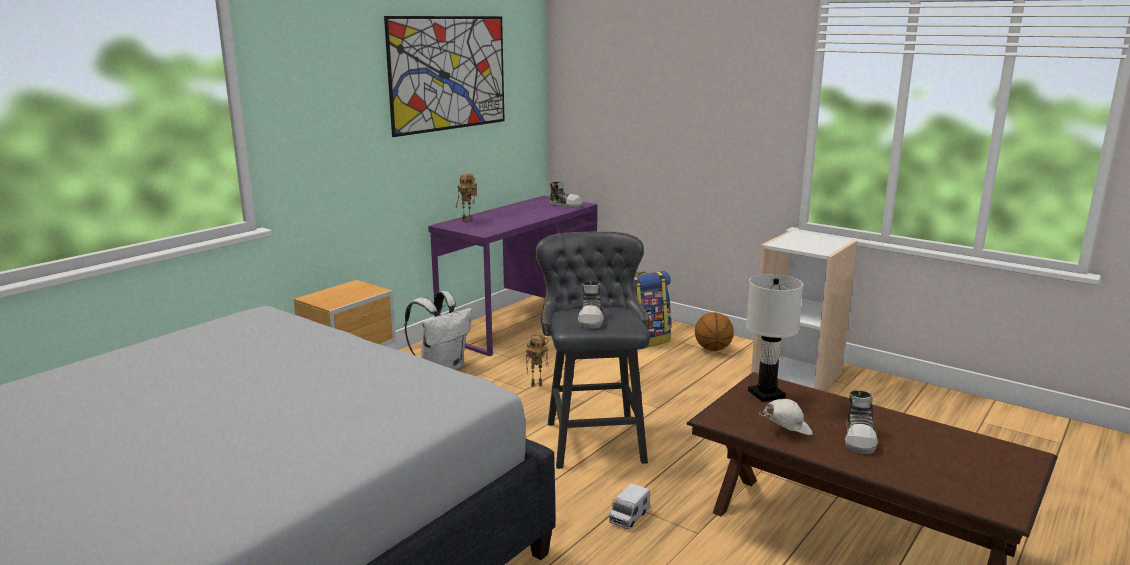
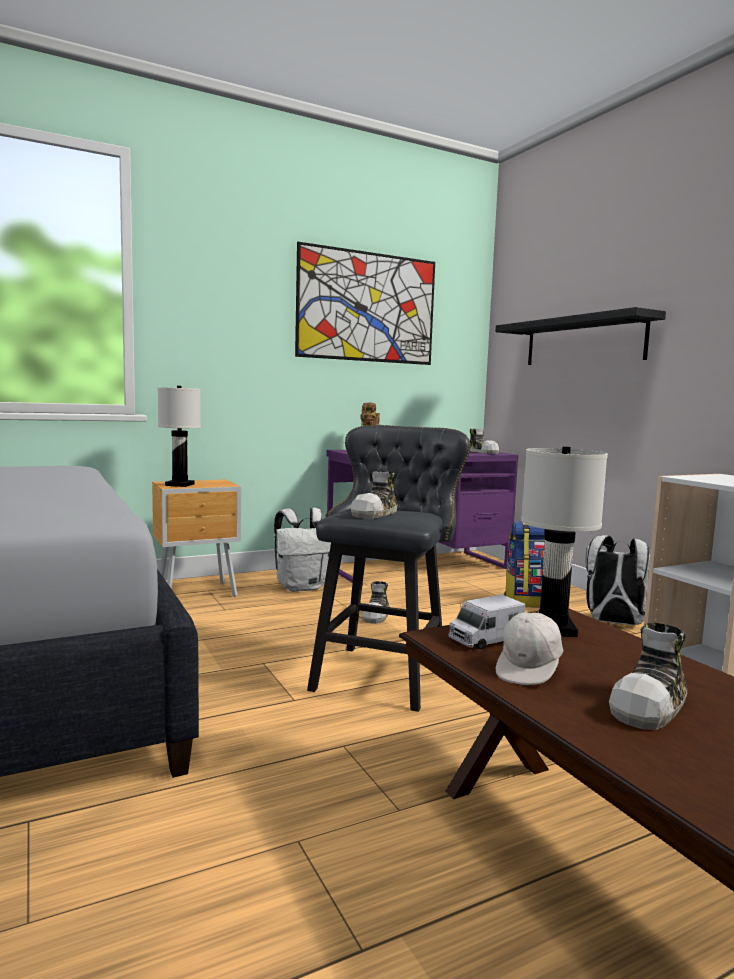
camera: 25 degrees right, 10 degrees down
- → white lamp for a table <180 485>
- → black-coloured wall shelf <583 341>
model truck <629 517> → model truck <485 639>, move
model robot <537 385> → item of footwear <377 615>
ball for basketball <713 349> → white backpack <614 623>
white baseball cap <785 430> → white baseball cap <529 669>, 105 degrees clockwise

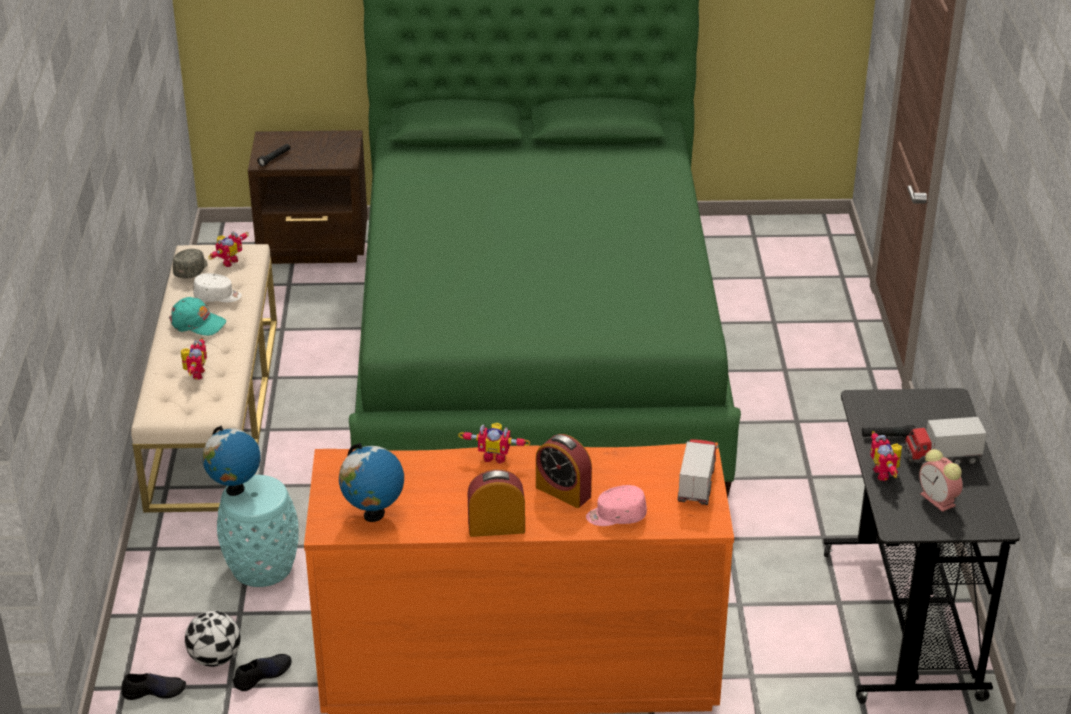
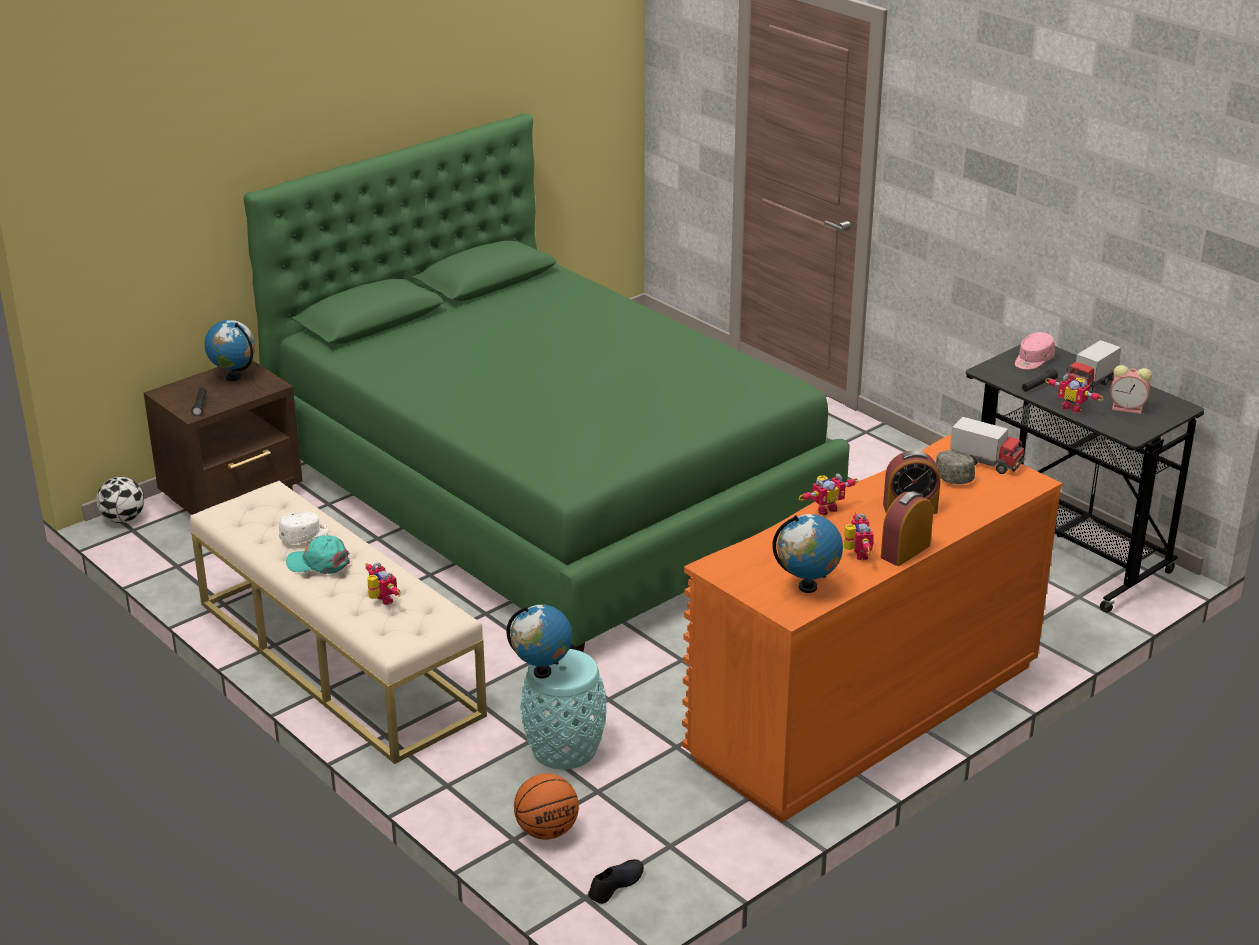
camera: 40 degrees left, 5 degrees down
black-coloured item of footwear <262 675> → -
- → world globe <234 377>
- → ball for basketball <546 831>
greyish baseball cap <192 270> → greyish baseball cap <950 475>, move
ball for football <215 658> → ball for football <123 519>, move
model robot <228 261> → model robot <856 554>, move
pink-coloured baseball cap <616 516> → pink-coloured baseball cap <1033 360>, move
blue-green baseball cap <197 323> → blue-green baseball cap <319 563>, 150 degrees counterclockwise
model truck <696 484> → model truck <986 463>, 150 degrees clockwise

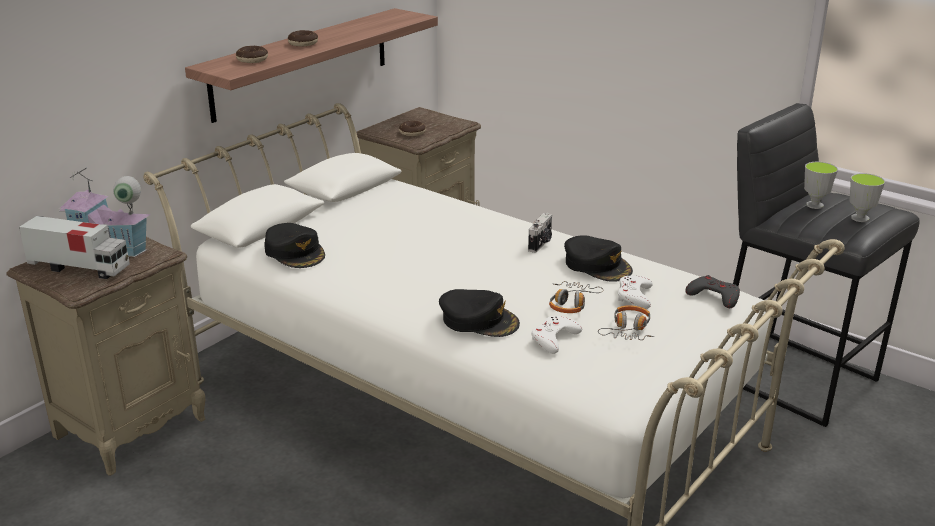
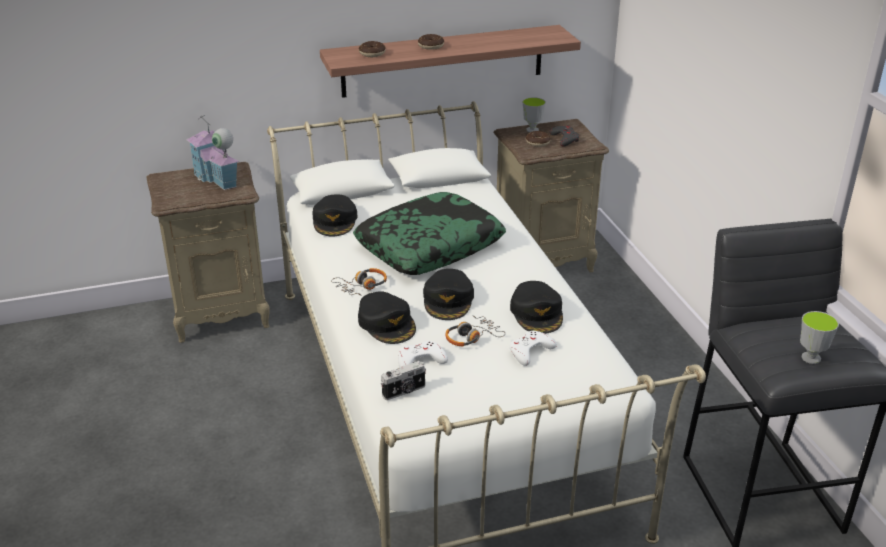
camera: 35 degrees right, 5 degrees up
model truck <80 268> → -
- → pillow <429 246>
- → black-coloured baseball cap <448 300>
photo camera <541 244> → photo camera <404 392>, move
pair of headphones <628 330> → pair of headphones <362 286>, move
greyish game controller <714 296> → greyish game controller <564 139>, move
small cup <814 205> → small cup <532 130>, move

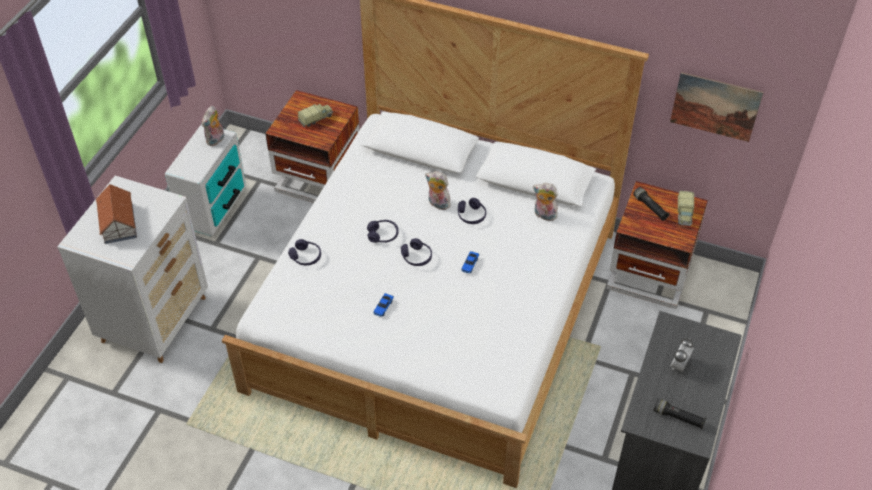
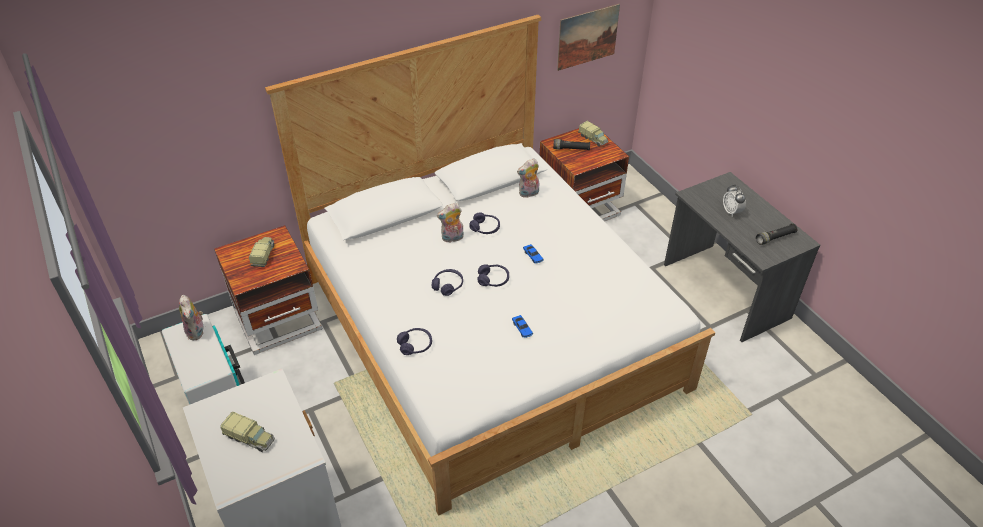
camera: 50 degrees left, 5 degrees down
toy house <119 222> → model truck <250 438>

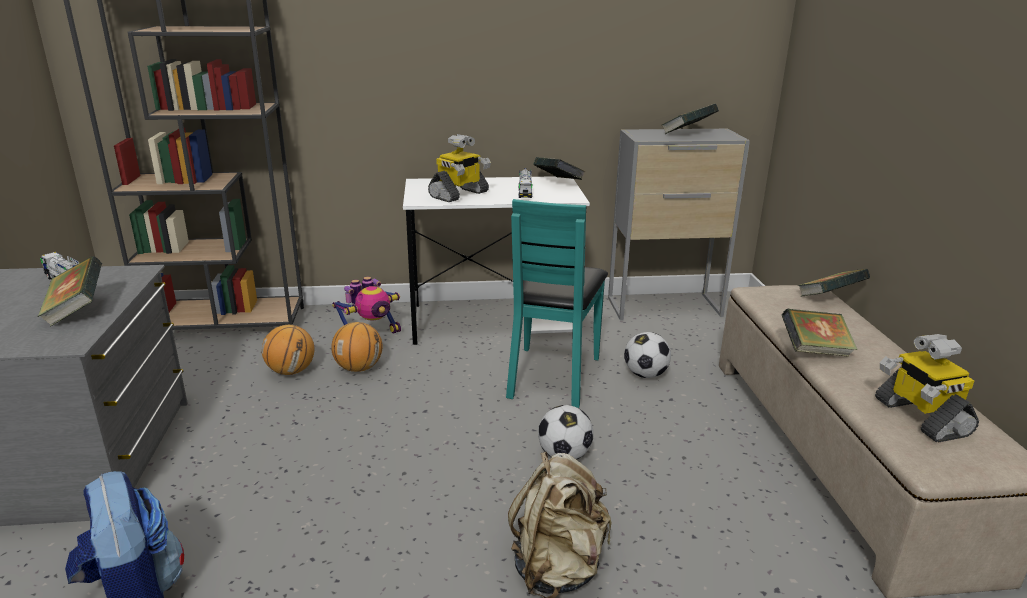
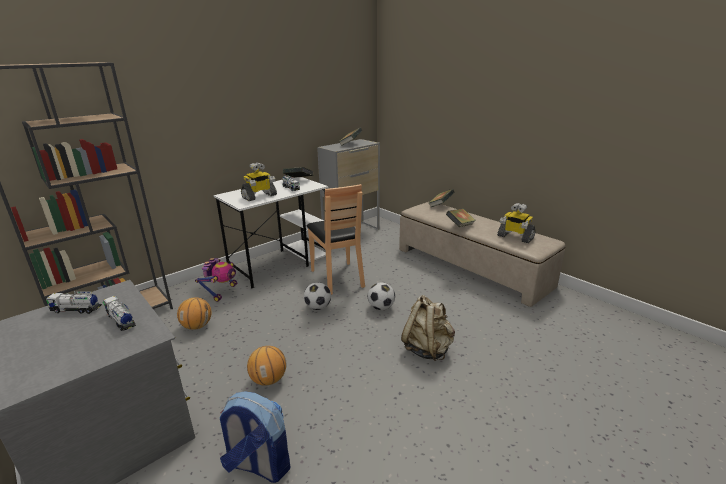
camera: 35 degrees left, 0 degrees up
ball for basketball <359 368> → ball for basketball <269 379>, move
ball for football <645 374> → ball for football <318 307>, move
volume <77 311> → model truck <121 320>
blue-green upright chair <552 376> → brown upright chair <338 278>
model robot <459 195> → model robot <259 196>, 45 degrees clockwise

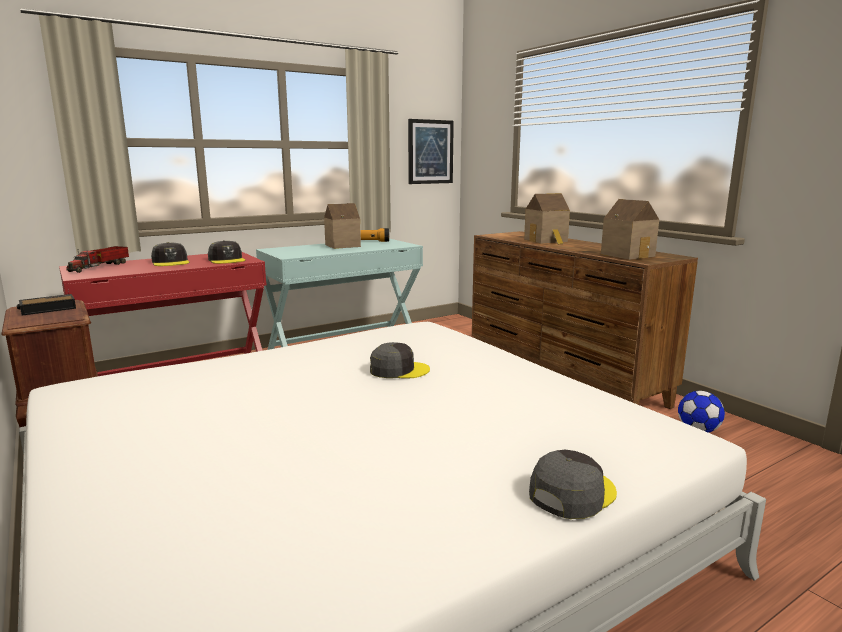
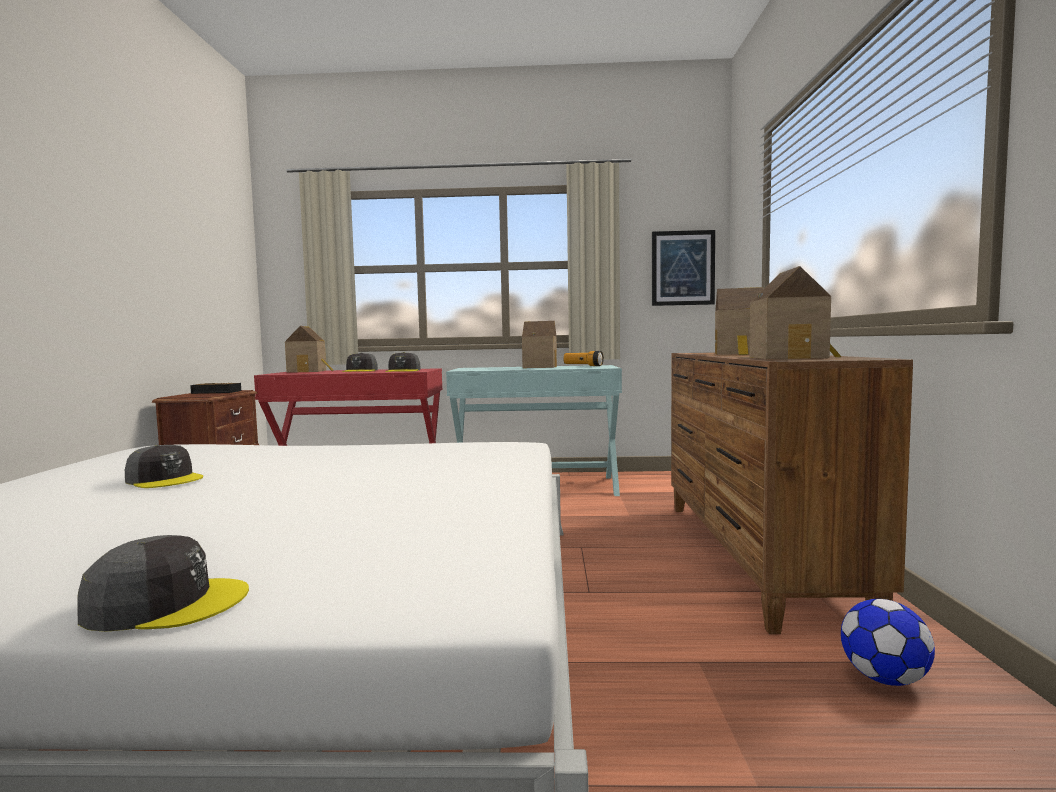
camera: 35 degrees right, 10 degrees down
greyish baseball cap <398 370> → greyish baseball cap <165 479>, move
model truck <100 266> → toy house <309 371>

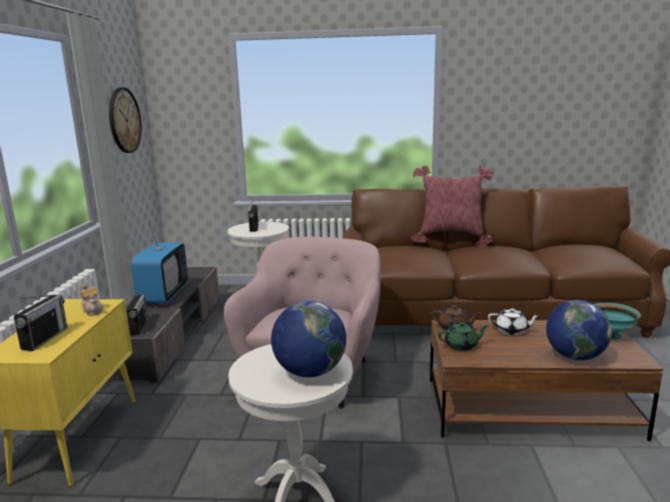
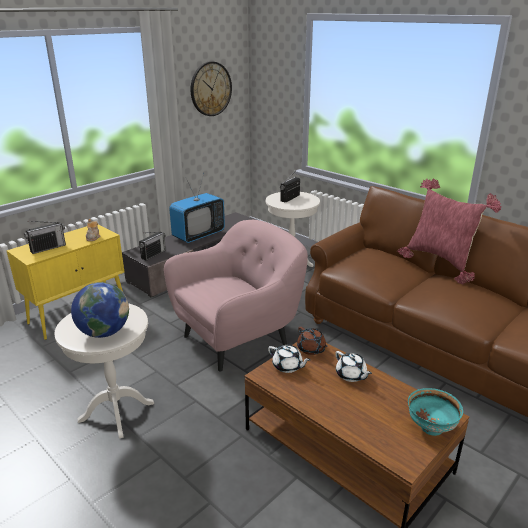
camera: 40 degrees right, 10 degrees up
world globe <574 356> → -
green-coloured pot for tea <462 345> → white pot for tea <288 366>

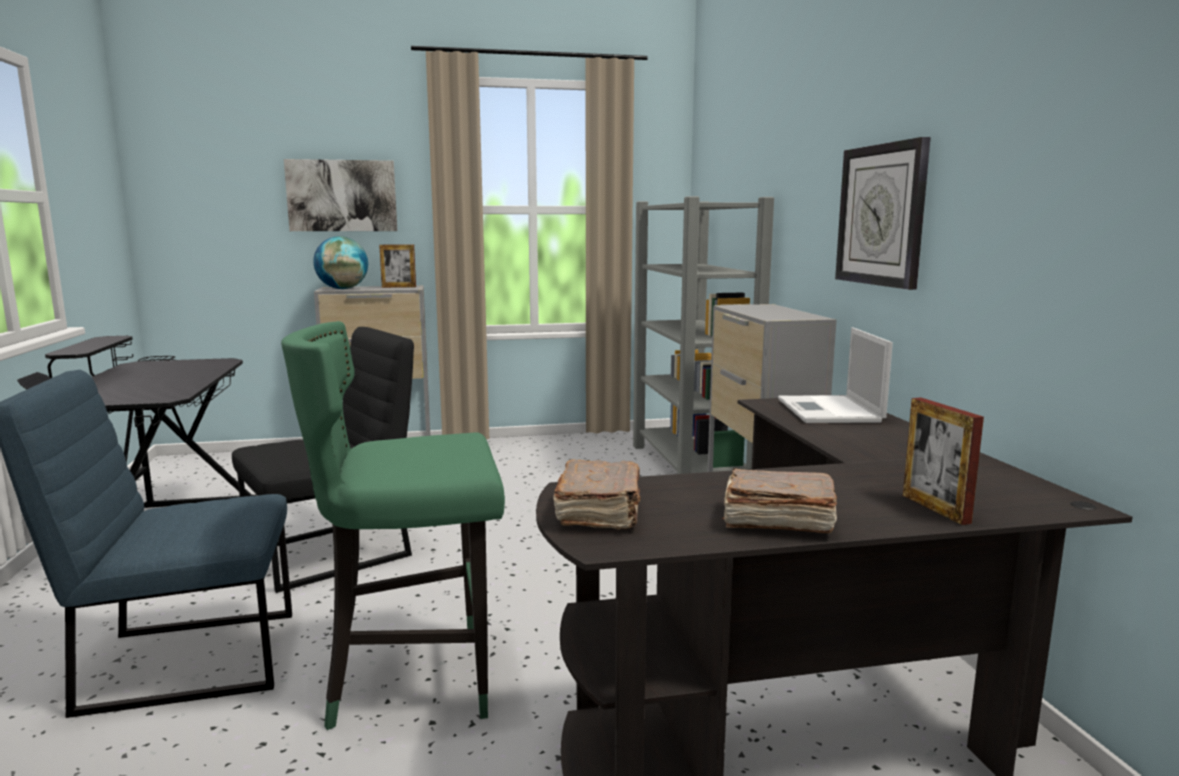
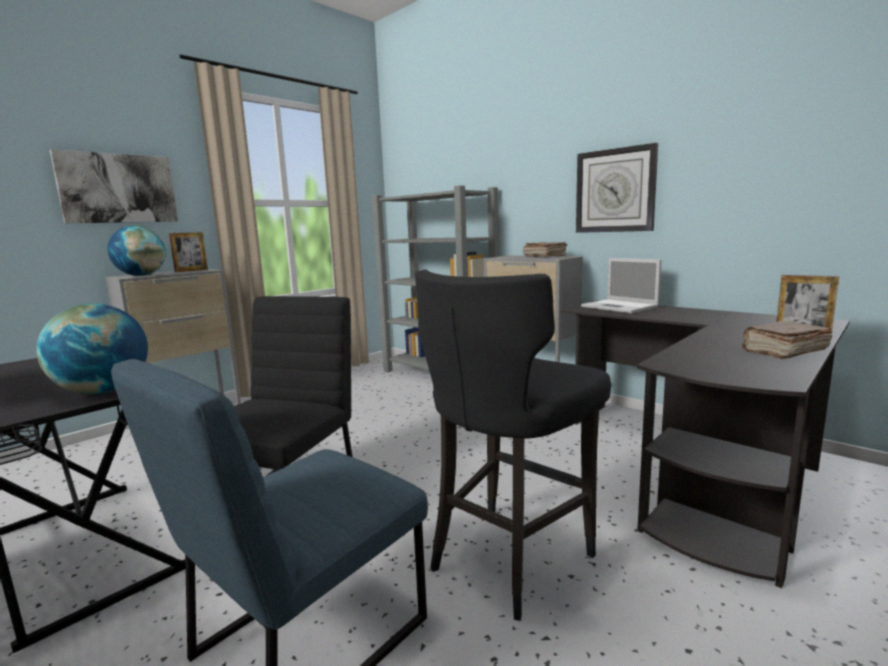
camera: 35 degrees left, 0 degrees up
- → world globe <103 391>
brown volume <600 513> → brown volume <544 257>, move
green-coloured stool seat <413 679> → black-coloured stool seat <509 556>

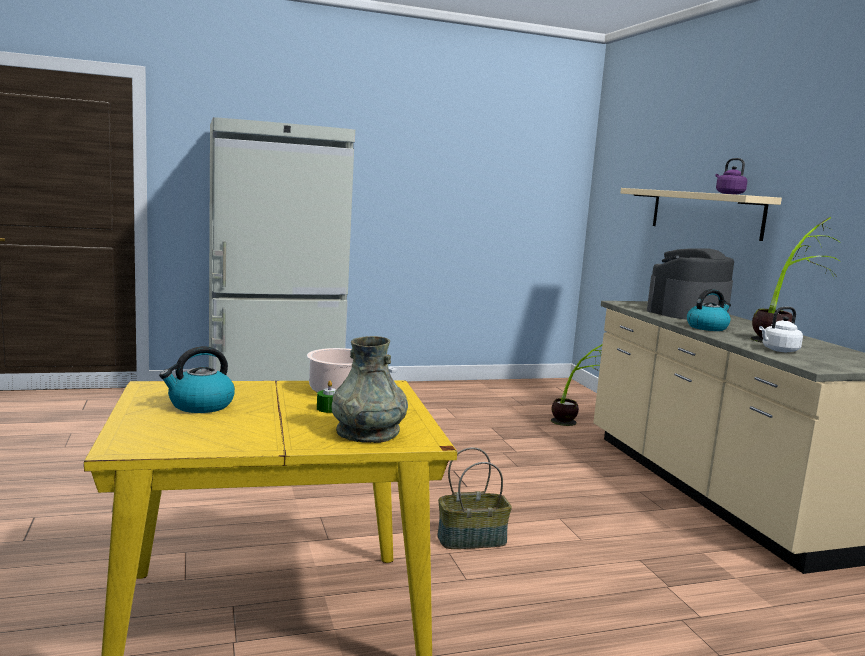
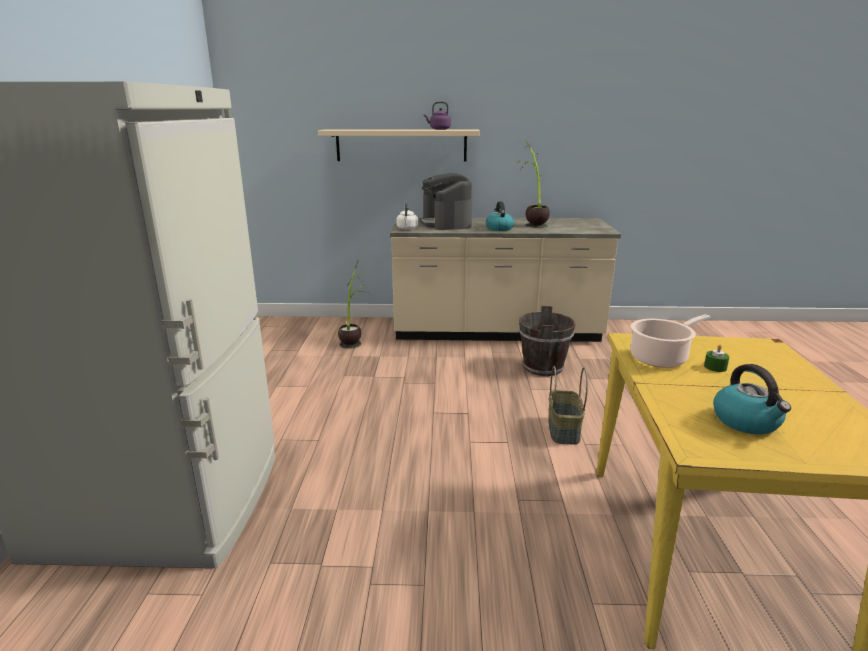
camera: 70 degrees left, 10 degrees up
greyish flower vase <368 432> → -
- → brown bucket <543 367>
white tea kettle <778 350> → white tea kettle <407 229>, move

